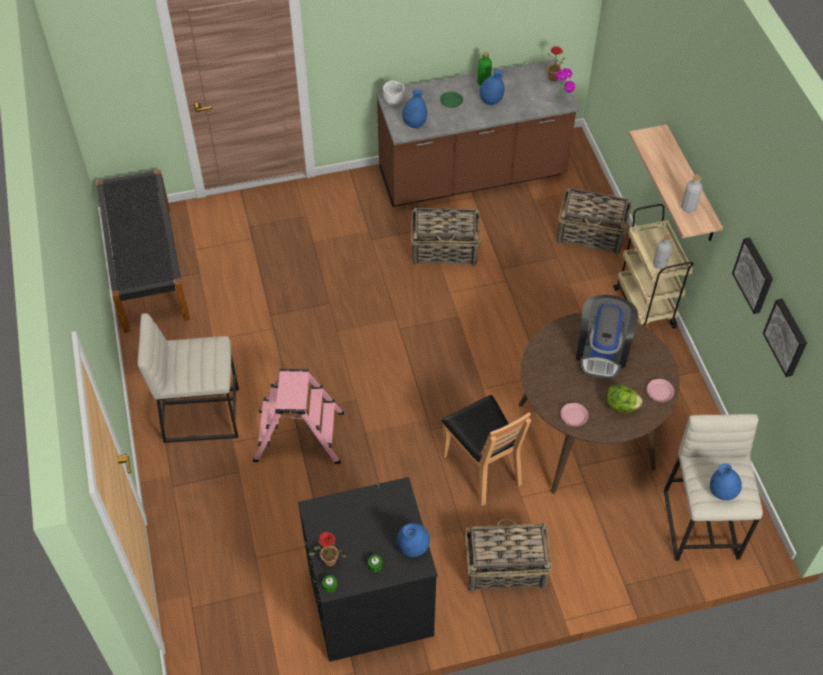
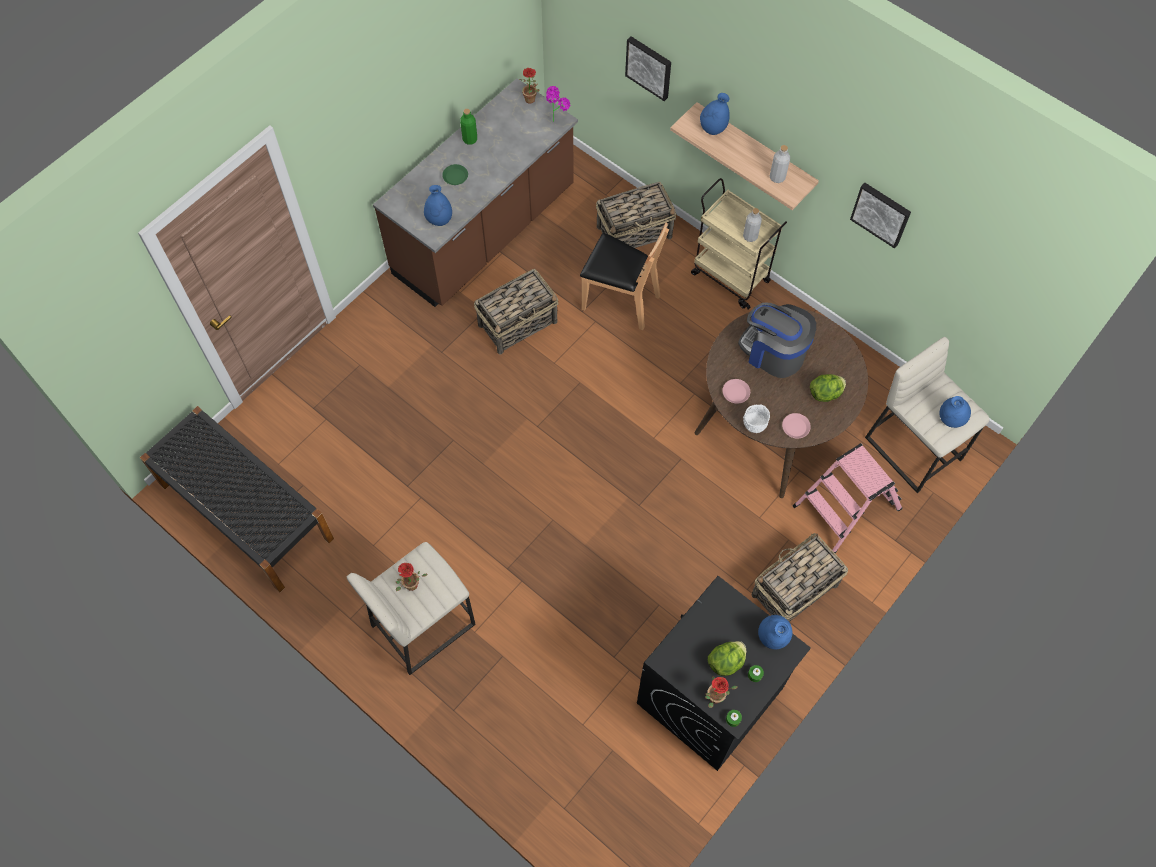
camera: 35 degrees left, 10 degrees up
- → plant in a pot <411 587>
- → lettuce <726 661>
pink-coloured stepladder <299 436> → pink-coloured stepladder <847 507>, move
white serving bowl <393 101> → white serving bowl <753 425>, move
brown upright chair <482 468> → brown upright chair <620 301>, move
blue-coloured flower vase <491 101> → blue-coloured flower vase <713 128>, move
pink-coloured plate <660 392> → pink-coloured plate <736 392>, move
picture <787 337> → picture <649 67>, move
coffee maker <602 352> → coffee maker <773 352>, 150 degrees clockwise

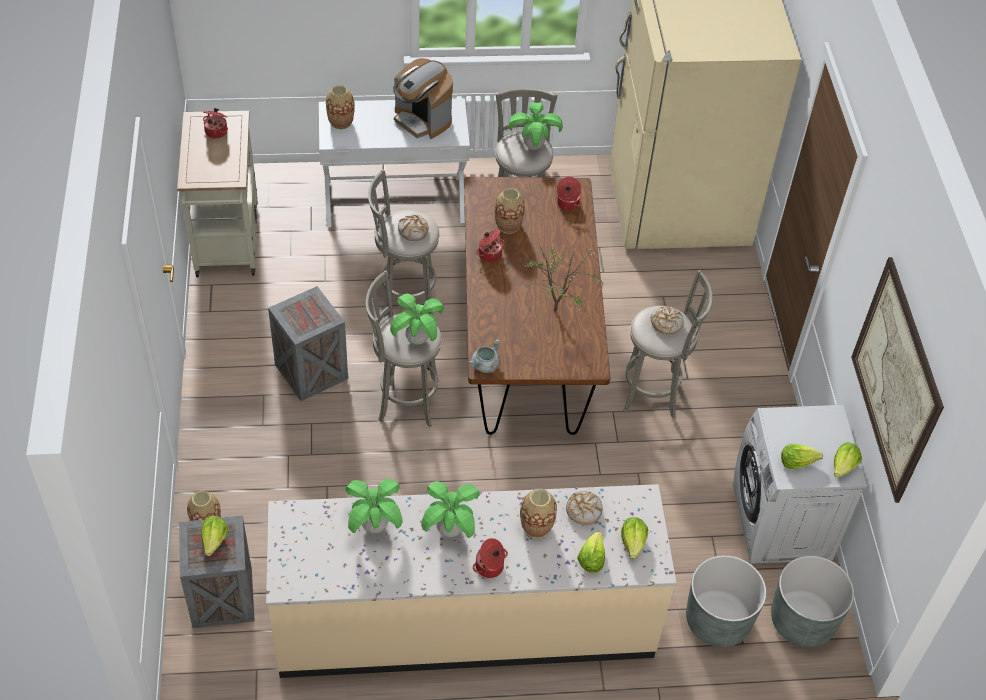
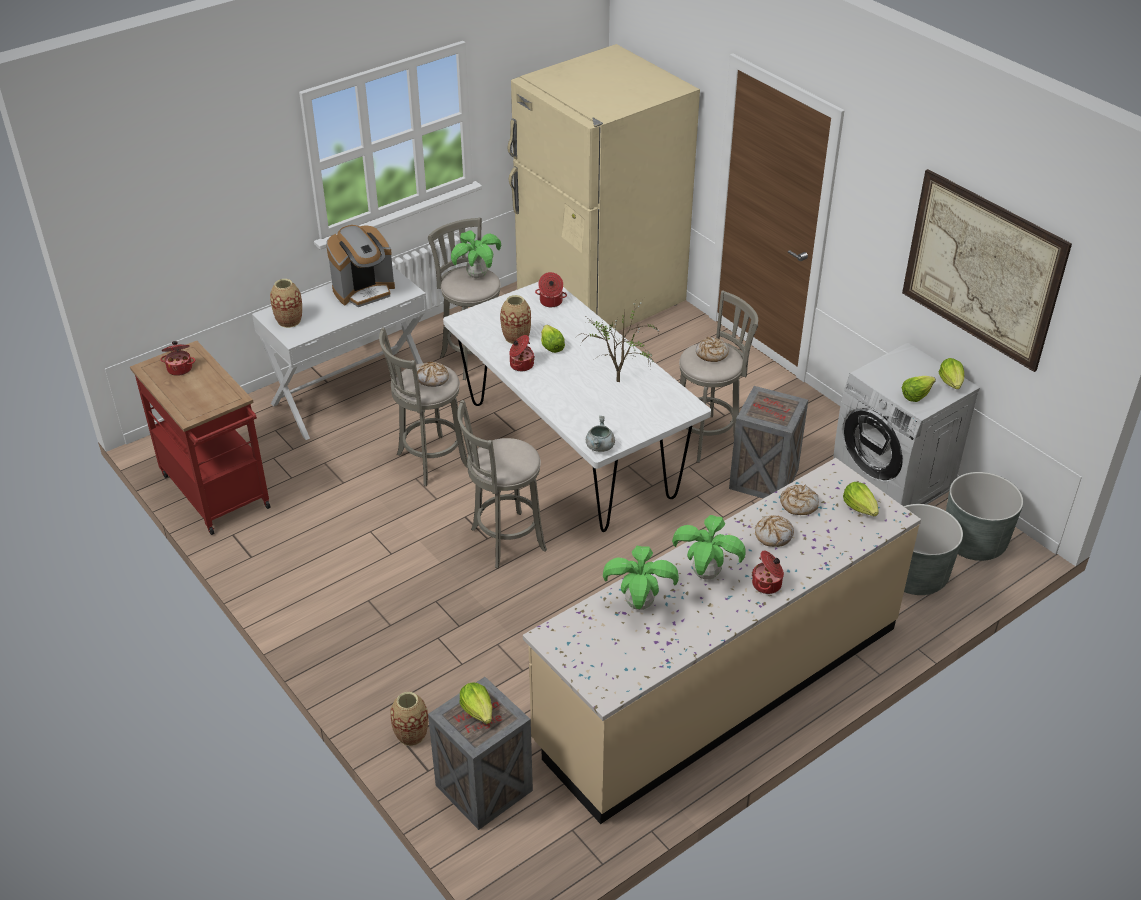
camera: 30 degrees left, 10 degrees down
plant in a pot <417 339> → -
packing crate <311 373> → packing crate <764 480>, move
lettuce <591 558> → lettuce <551 346>, move
flower vase <536 526> → bakery bread <774 535>
beige-coloured cart <227 242> → reddish cart <217 494>
brown kitchen table <527 345> → white kitchen table <572 450>
coffee maker <422 120> → coffee maker <364 291>, 45 degrees counterclockwise

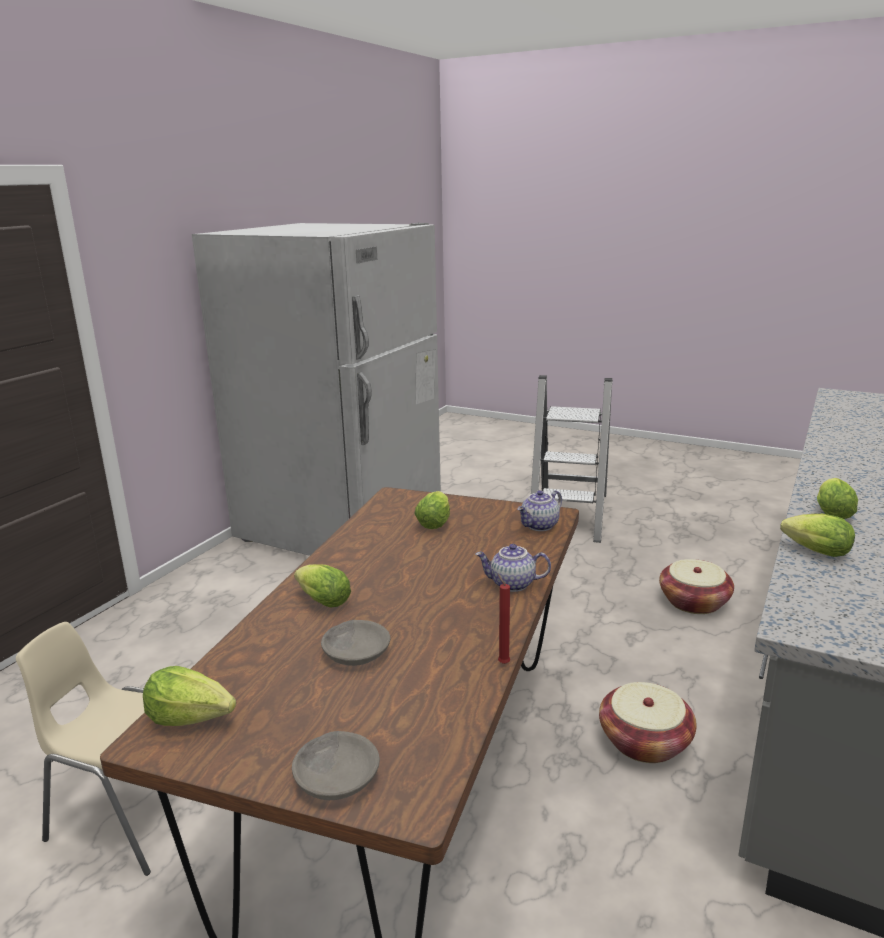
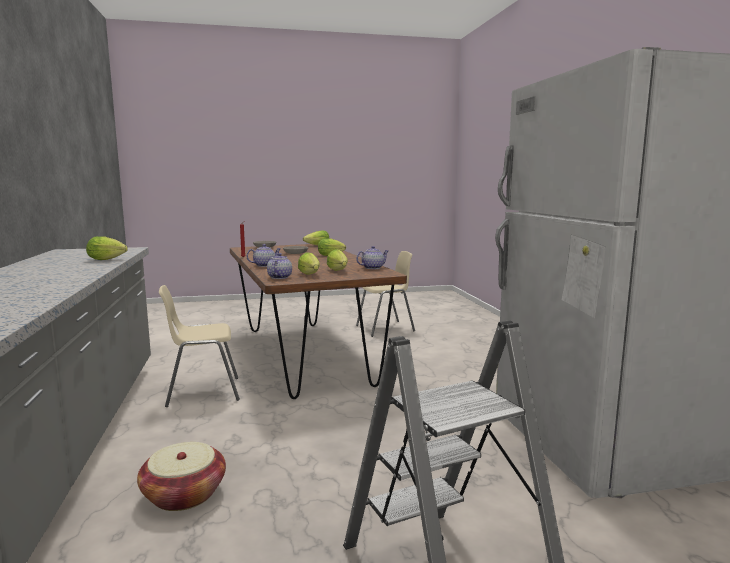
camera: 140 degrees right, 10 degrees down
- → pot for tea <372 268>
lettuce <831 513> → lettuce <310 275>, move
basket <644 741> → beige-coloured upright chair <203 392>

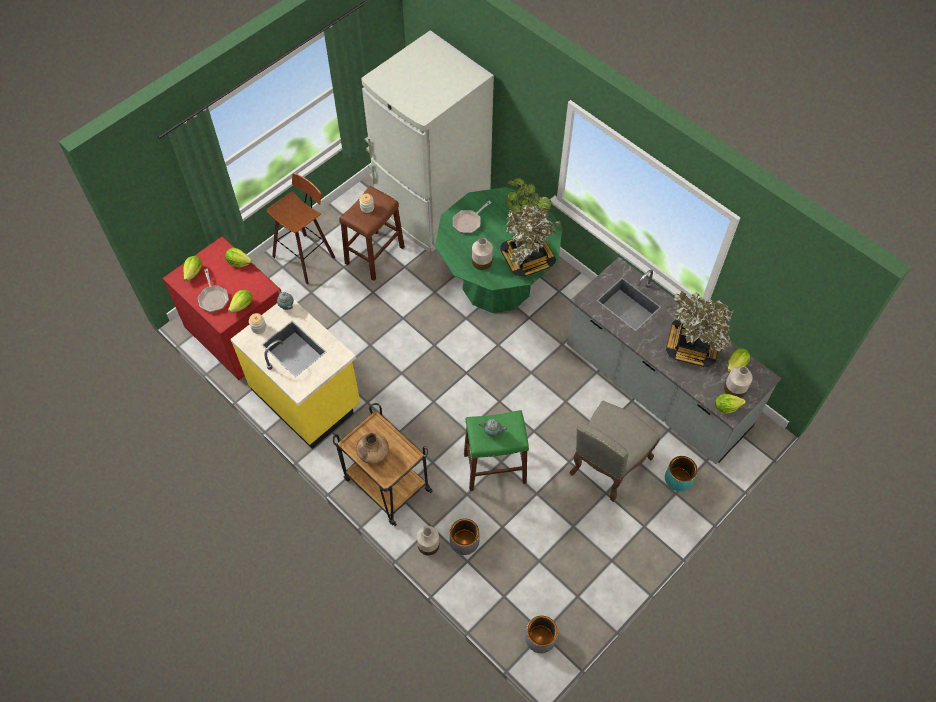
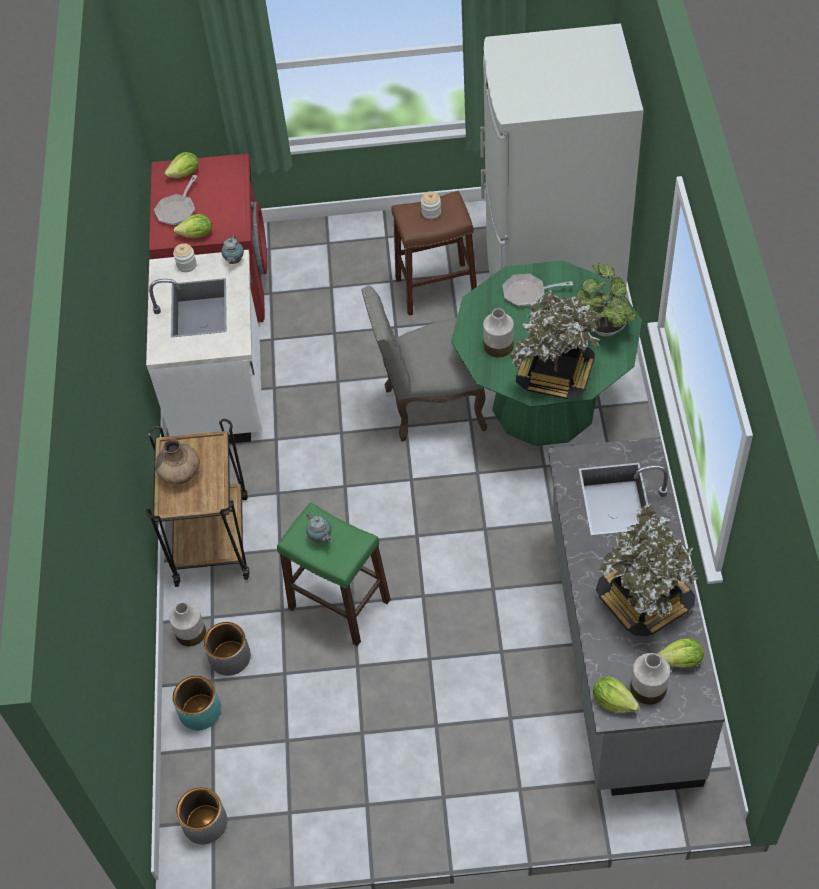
camera: 45 degrees right, 5 degrees down
lettuce <239 262> → -
stool seat <306 256> → -
greyish upright chair <606 465> → greyish upright chair <431 406>, move
blue-green plant pot <678 479> → blue-green plant pot <200 712>, move
yellow-coloured counter <307 397> → white counter <221 393>

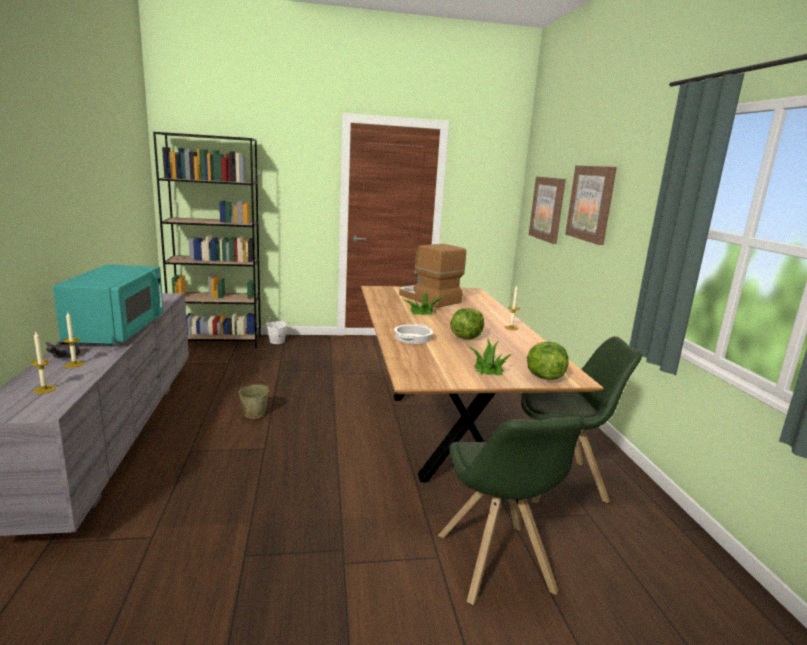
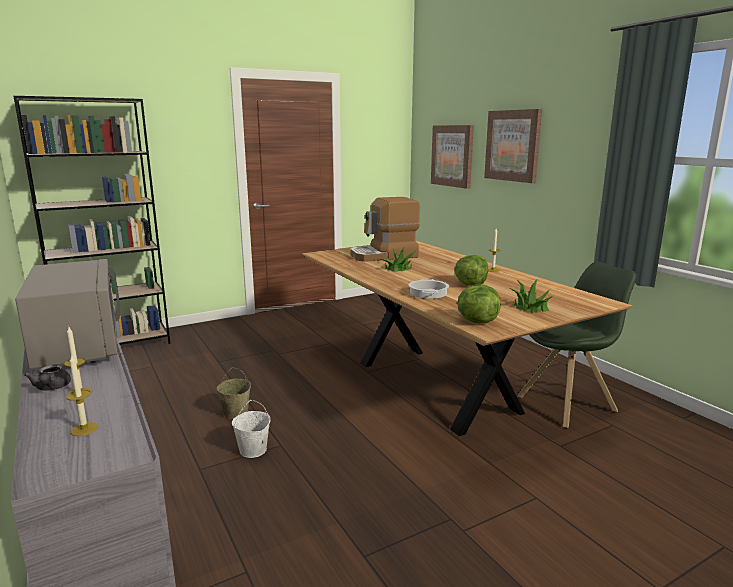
camera: 20 degrees left, 0 degrees up
green-coloured upright chair <495 563> → -
white bucket <277 341> → white bucket <253 450>, move
lettuce <543 377> → lettuce <476 321>, move
blue-green microwave <117 331> → greyish microwave <78 346>
coffee maker <428 298> → coffee maker <384 256>, 45 degrees counterclockwise

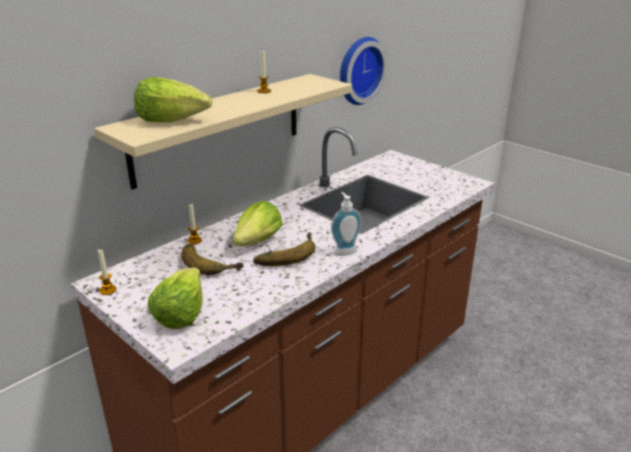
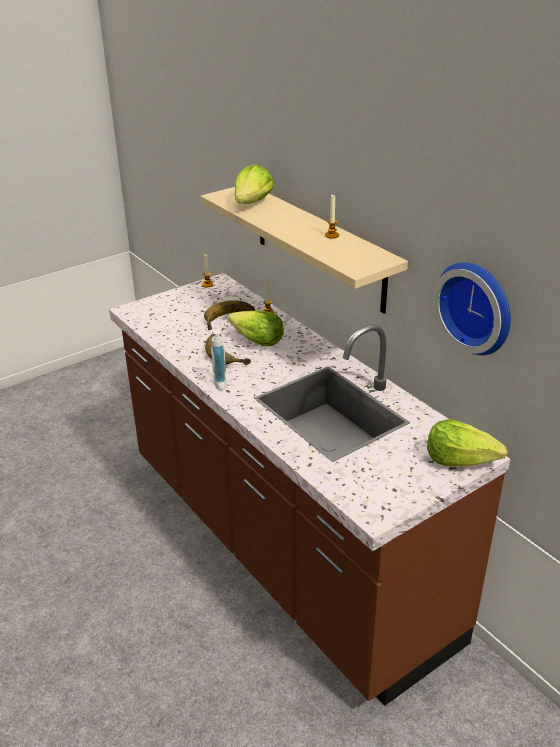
camera: 100 degrees right, 5 degrees up
lettuce <180 313> → lettuce <460 459>, move

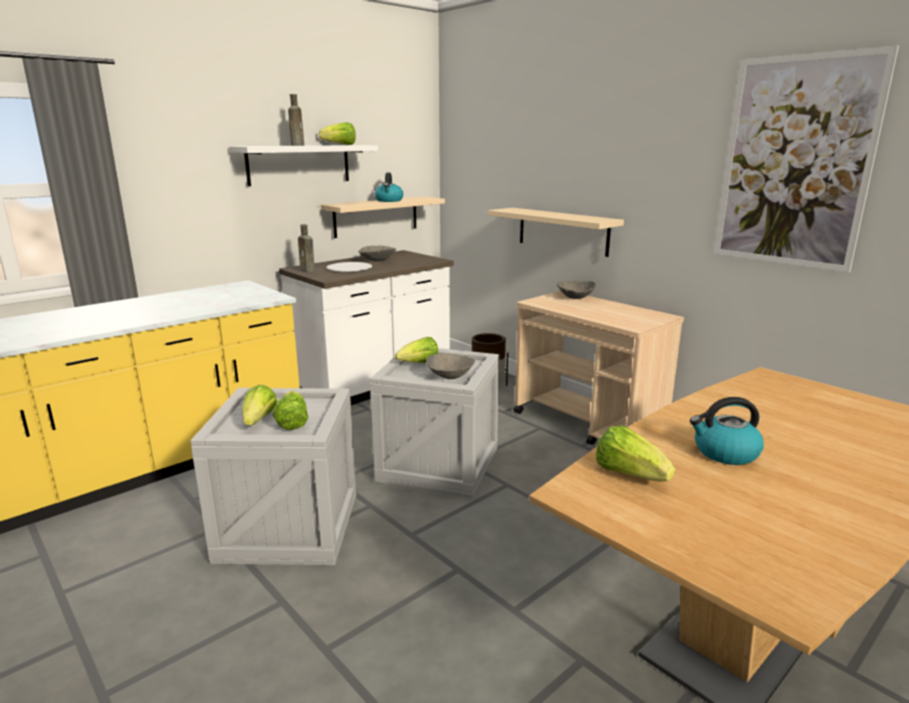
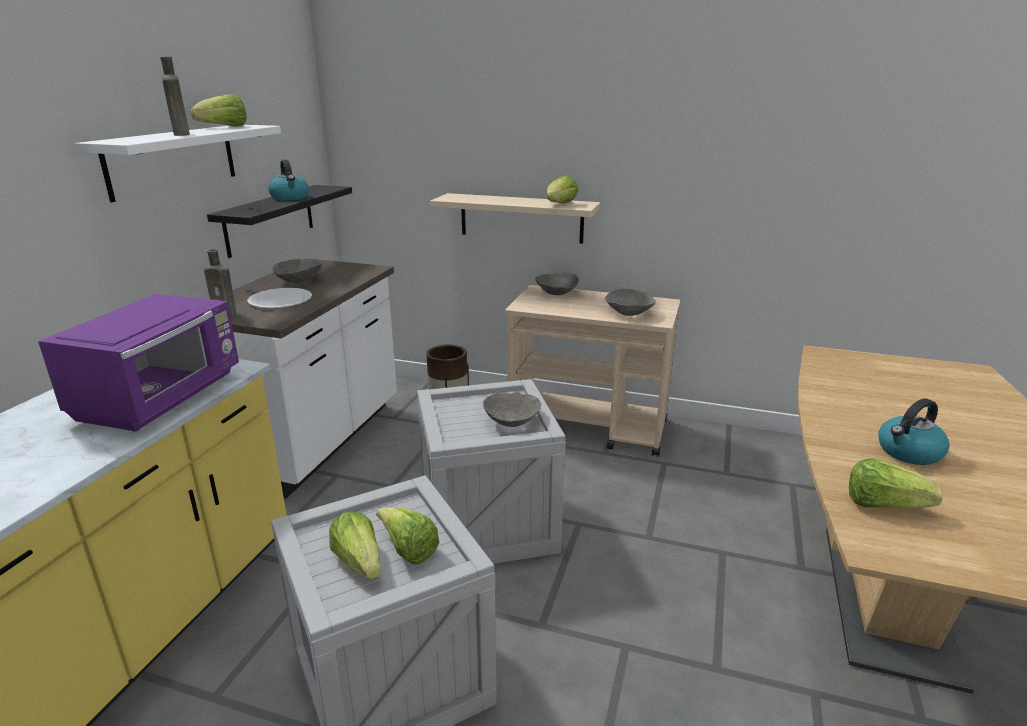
camera: 30 degrees left, 5 degrees up
picture <795 163> → -
- → purple-coloured microwave <162 397>
- → greyish serving bowl <629 313>
lettuce <419 364> → lettuce <560 204>, move
beige-coloured wall shelf <376 216> → black-coloured wall shelf <270 219>

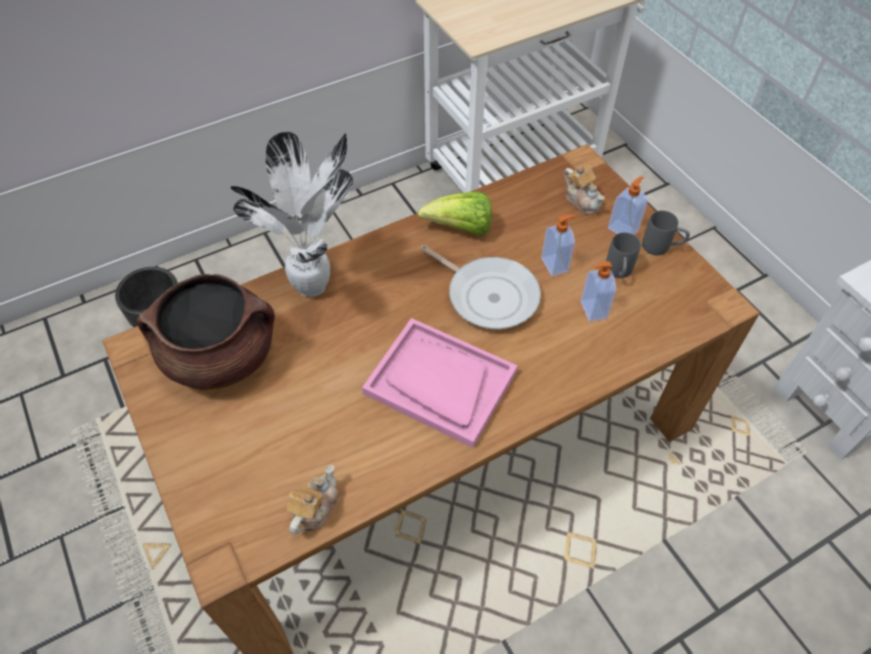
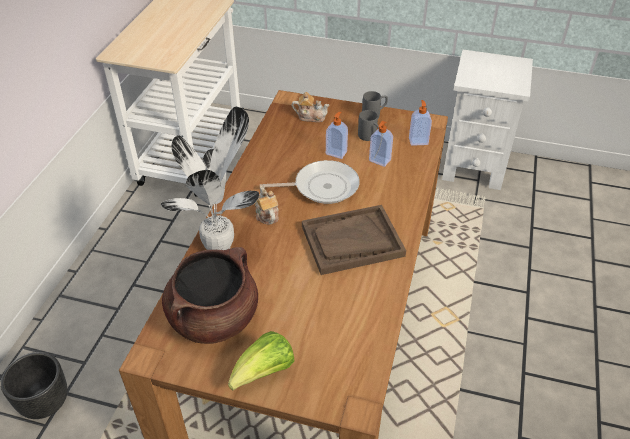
camera: 45 degrees left, 10 degrees down
pot for tea <314 508> → pot for tea <266 214>, move
lettuce <461 228> → lettuce <264 373>, move
soap bottle <623 229> → soap bottle <418 141>, move
pink-coloured tray <439 383> → brown tray <352 241>

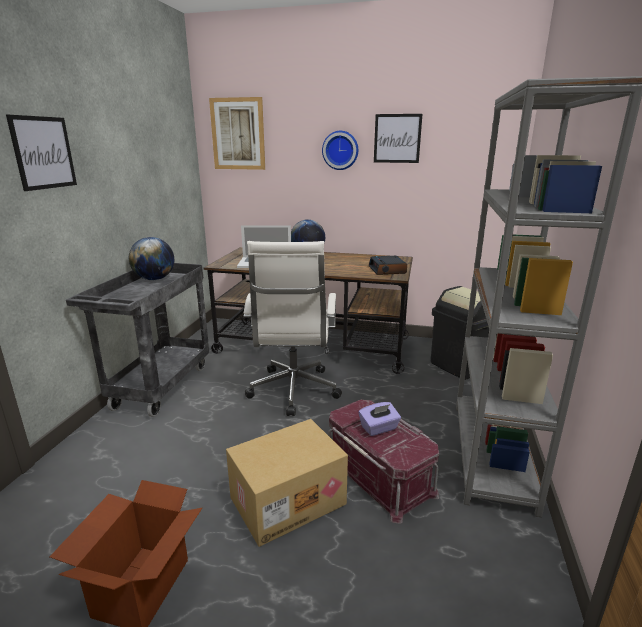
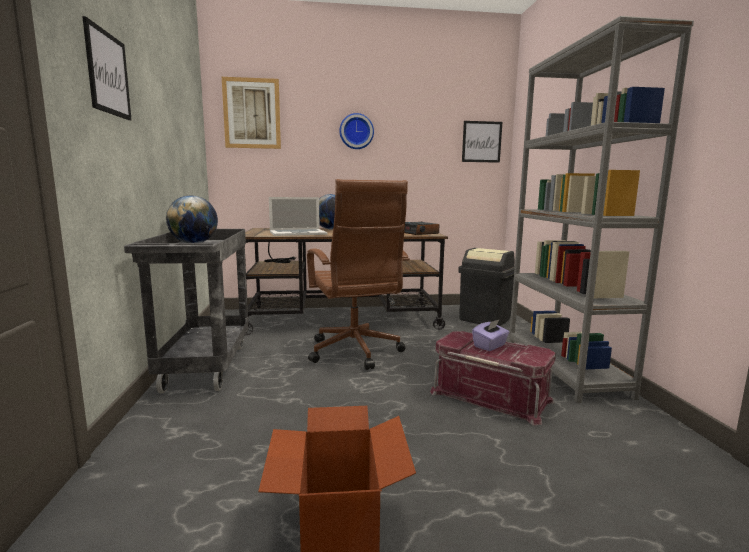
camera: 20 degrees left, 10 degrees down
cardboard box <288 499> → -
picture <397 138> → picture <481 142>, move
white desk chair <293 392> → brown desk chair <356 353>

